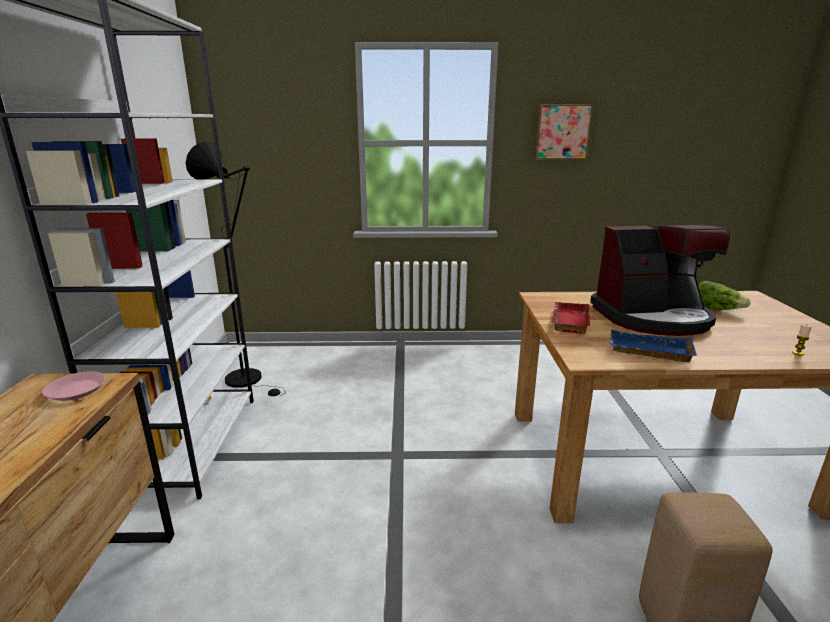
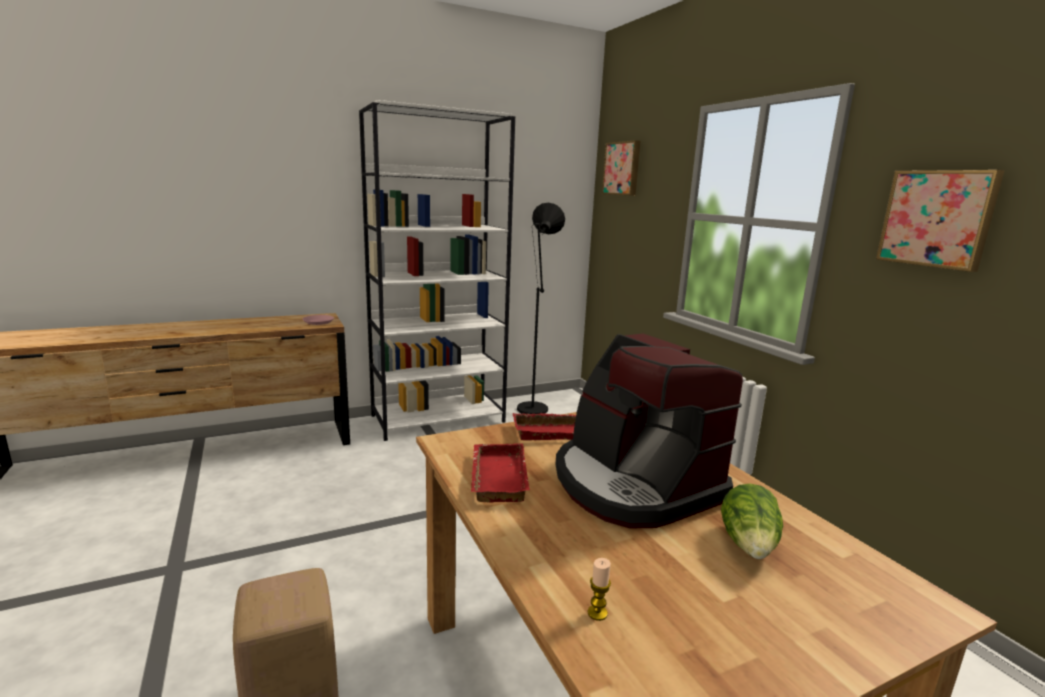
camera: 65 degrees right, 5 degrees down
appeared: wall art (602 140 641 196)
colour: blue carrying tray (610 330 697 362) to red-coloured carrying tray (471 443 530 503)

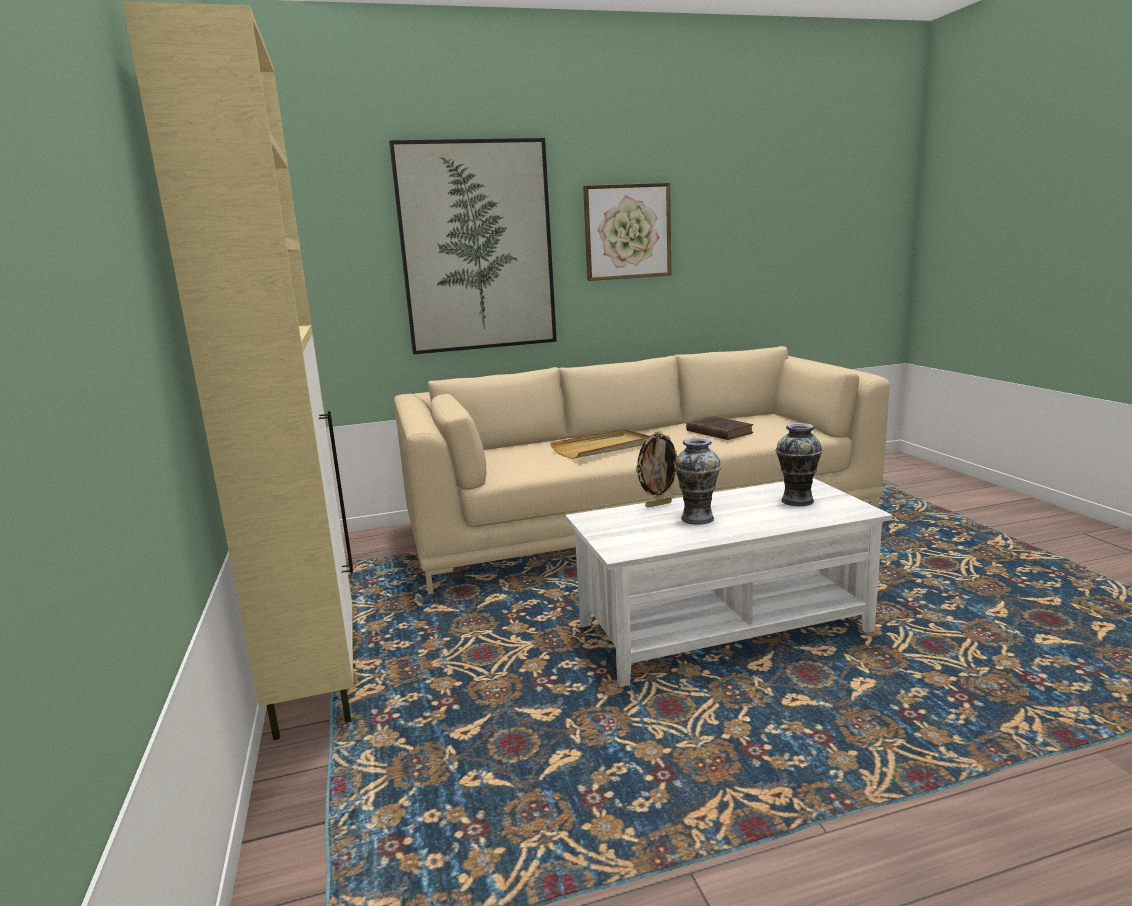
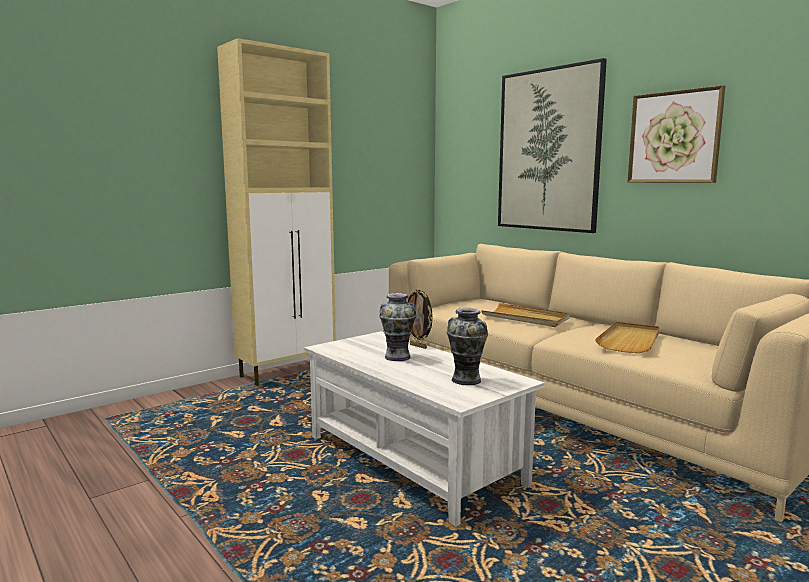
camera: 65 degrees right, 5 degrees down
exchanged: brown-coloured volume (686 416 753 440) to beige-coloured carrying tray (595 322 659 353)

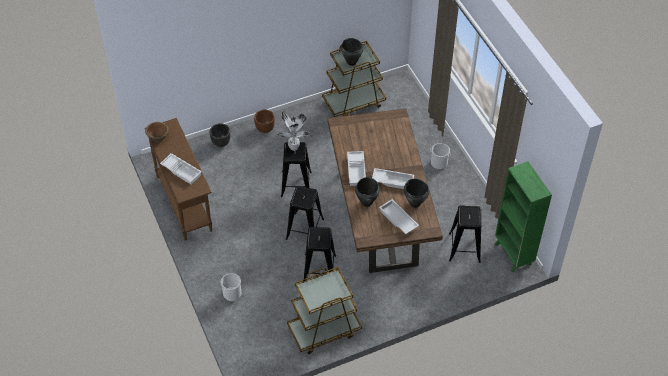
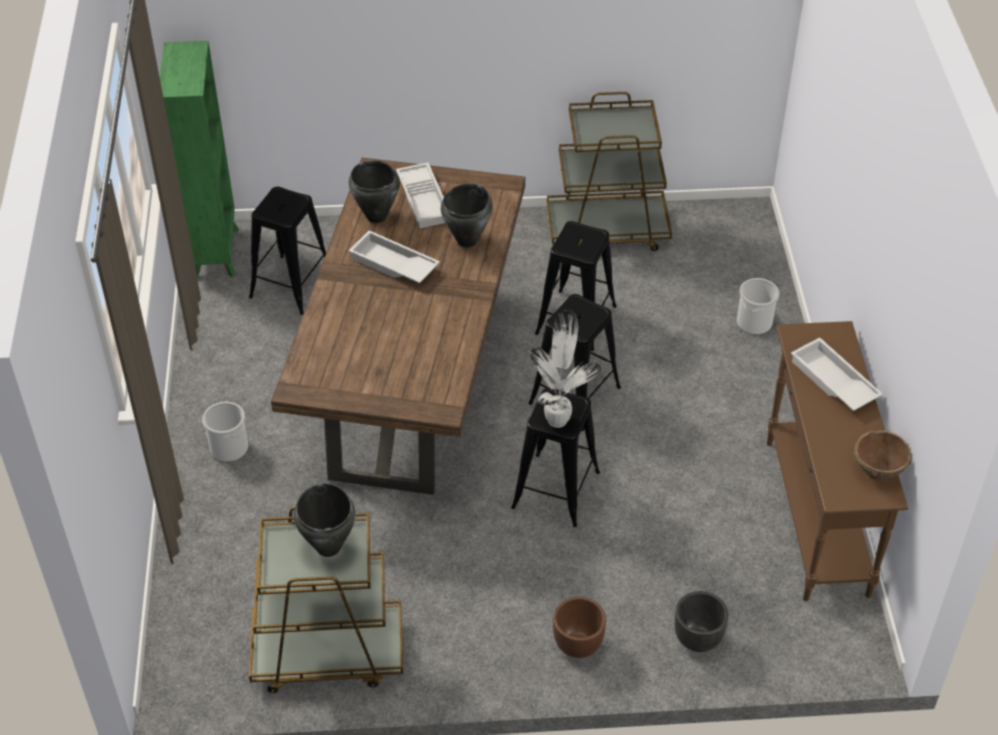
camera: 160 degrees left, 5 degrees down
missing: whitish carrying tray (347 151 366 186)

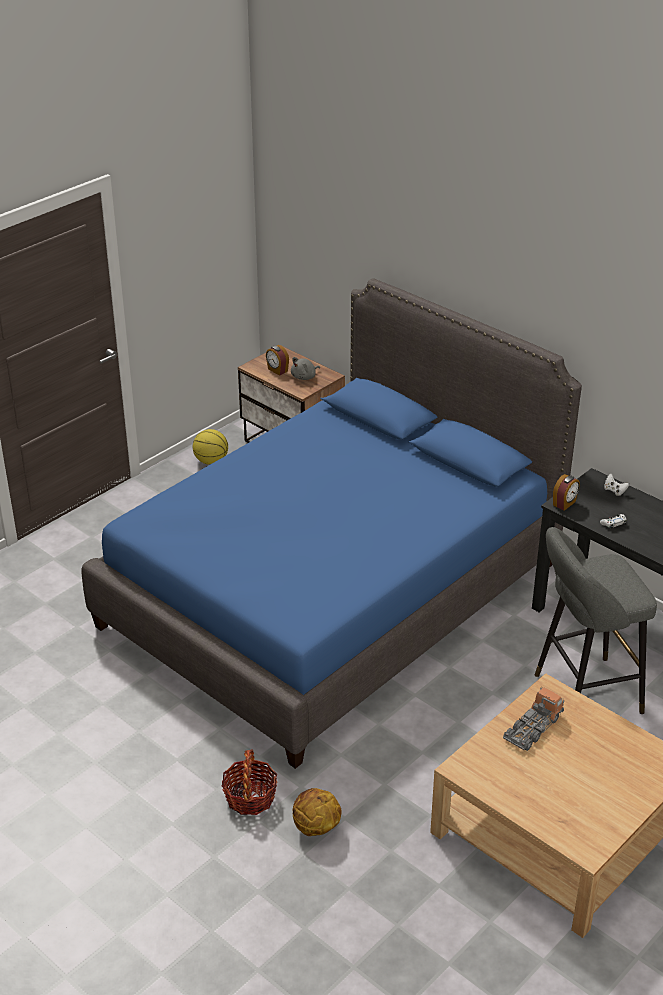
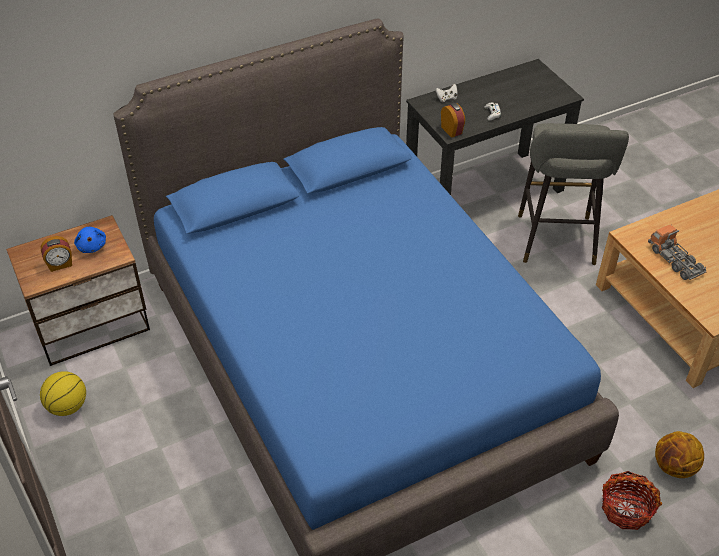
camera: 70 degrees left, 10 degrees up
colour: grey plush toy (291 357 320 380) to blue plush toy (74 227 106 253)

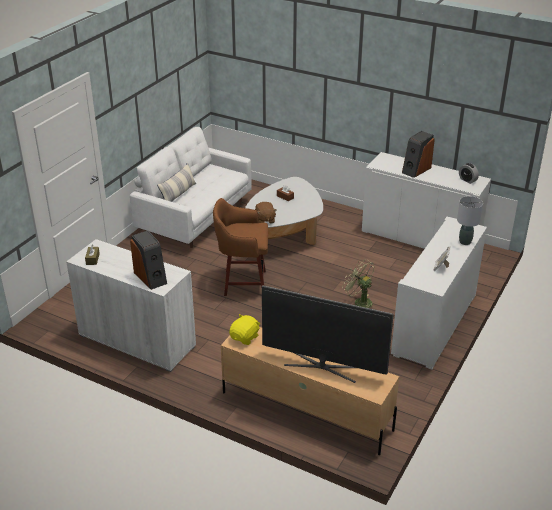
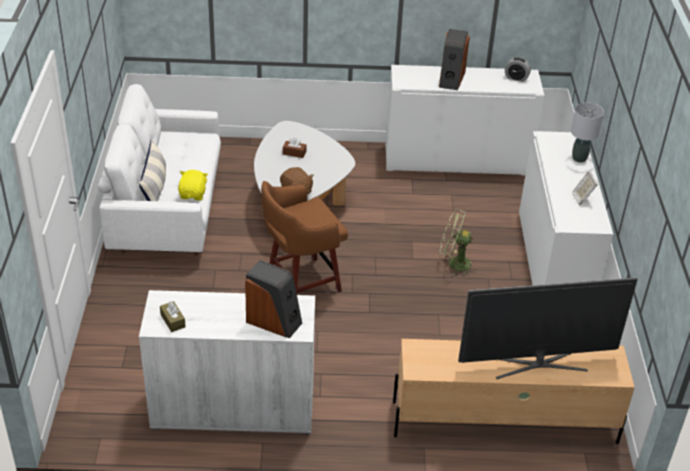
camera: 30 degrees left, 5 degrees up
relocated: yellow-coloured plush toy (229 314 260 345) to (178 170 208 200)

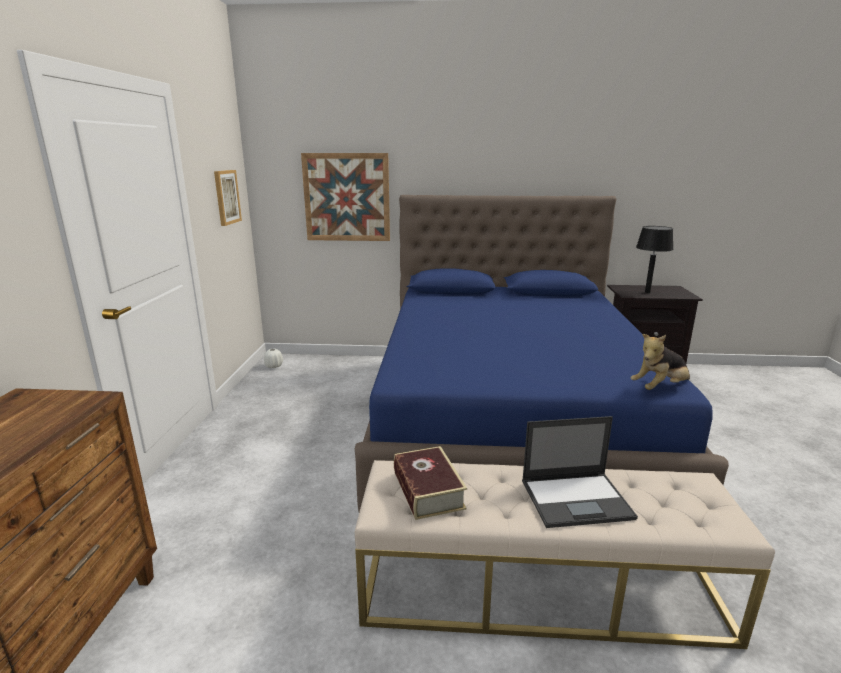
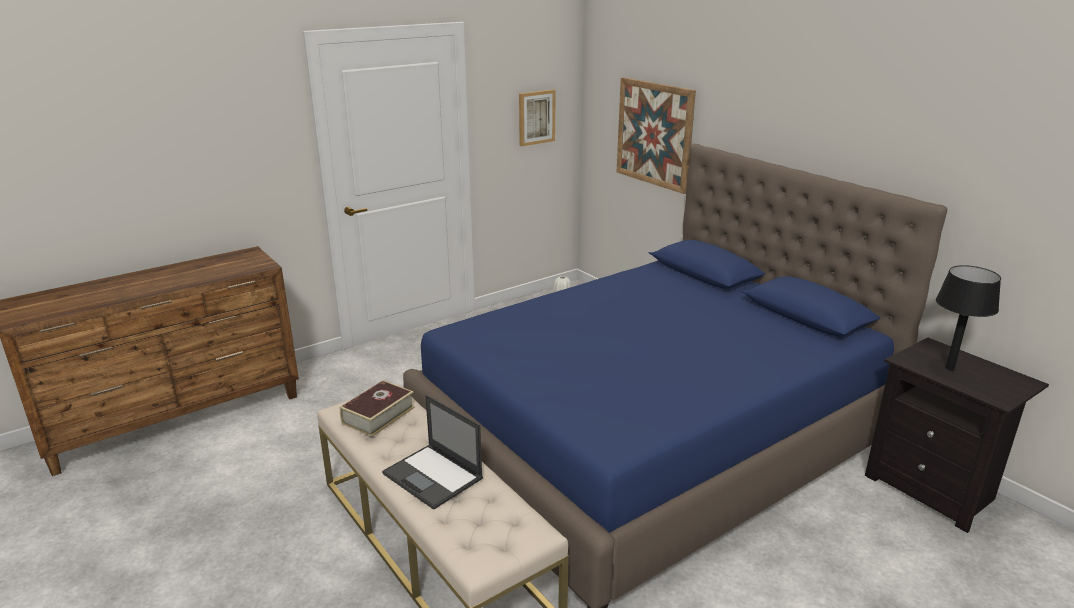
camera: 50 degrees right, 5 degrees up
missing: plush toy (630 334 690 390)

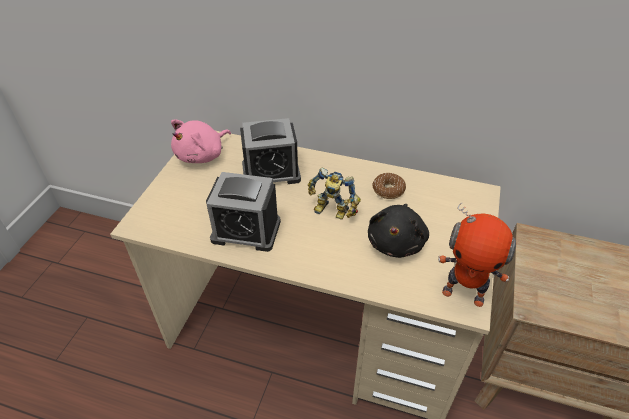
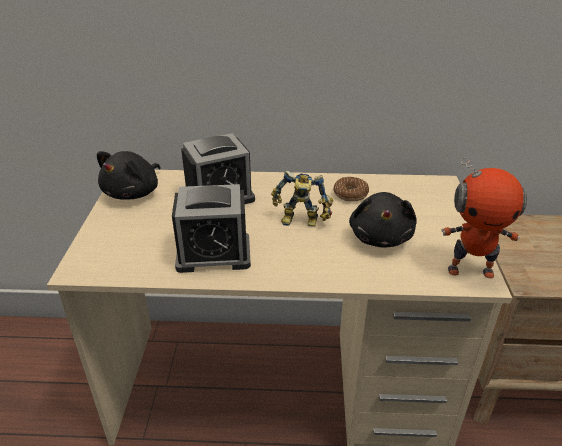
camera: 15 degrees left, 10 degrees down
colour: pinkish plush toy (171 120 231 163) to blackish plush toy (97 151 161 200)

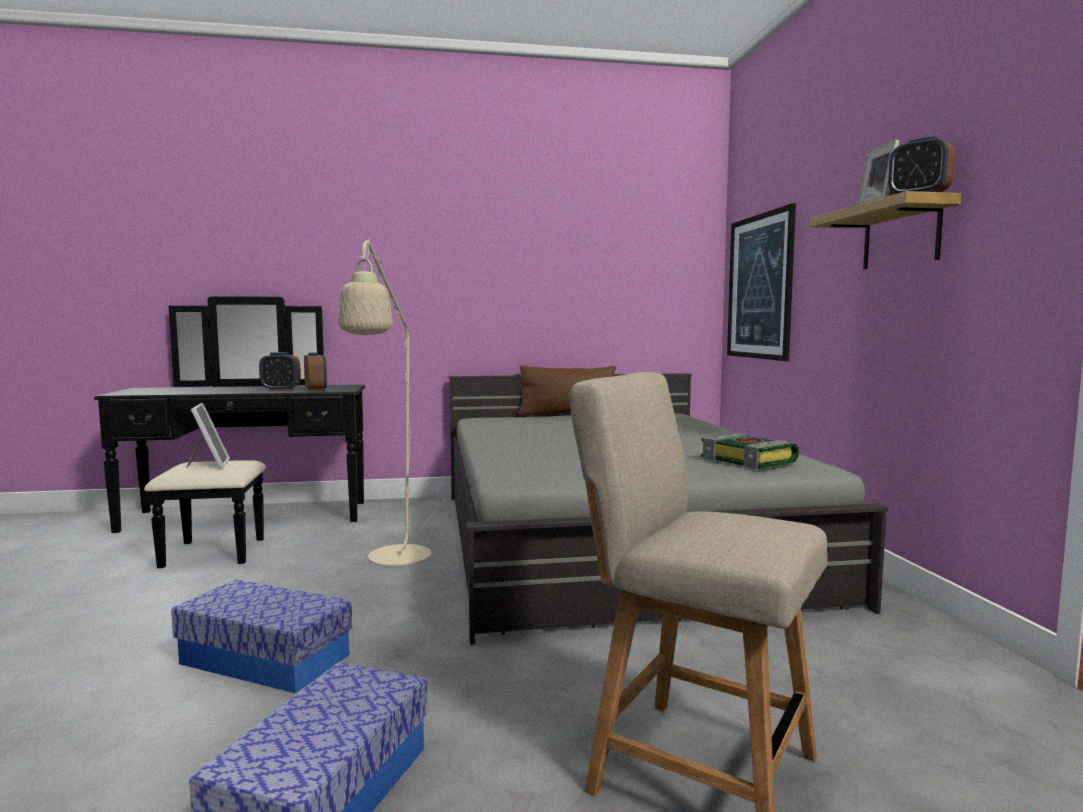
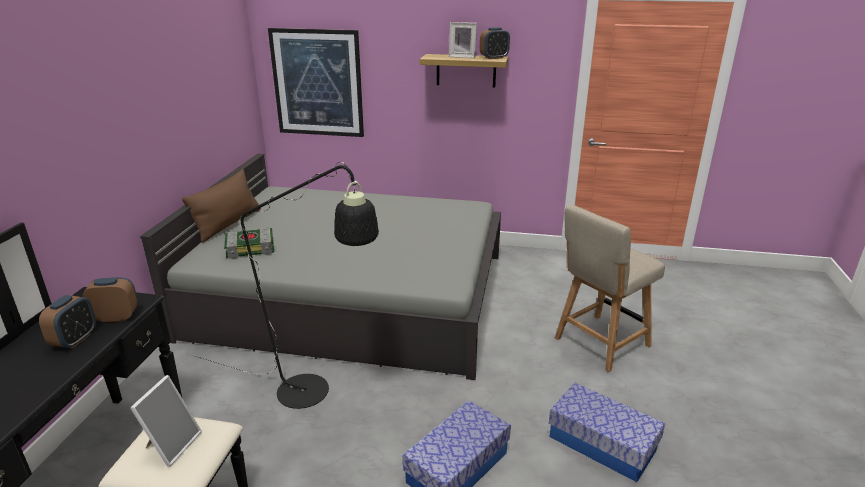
camera: 70 degrees left, 20 degrees up
relocated: volume (701 433 799 470) to (224 228 274 259)
colour: beige-coloured floor lamp (338 238 437 566) to blackish floor lamp (193 162 379 409)
spun: standing frame (186 403 230 469) = (130 375 202 467) 105 degrees clockwise

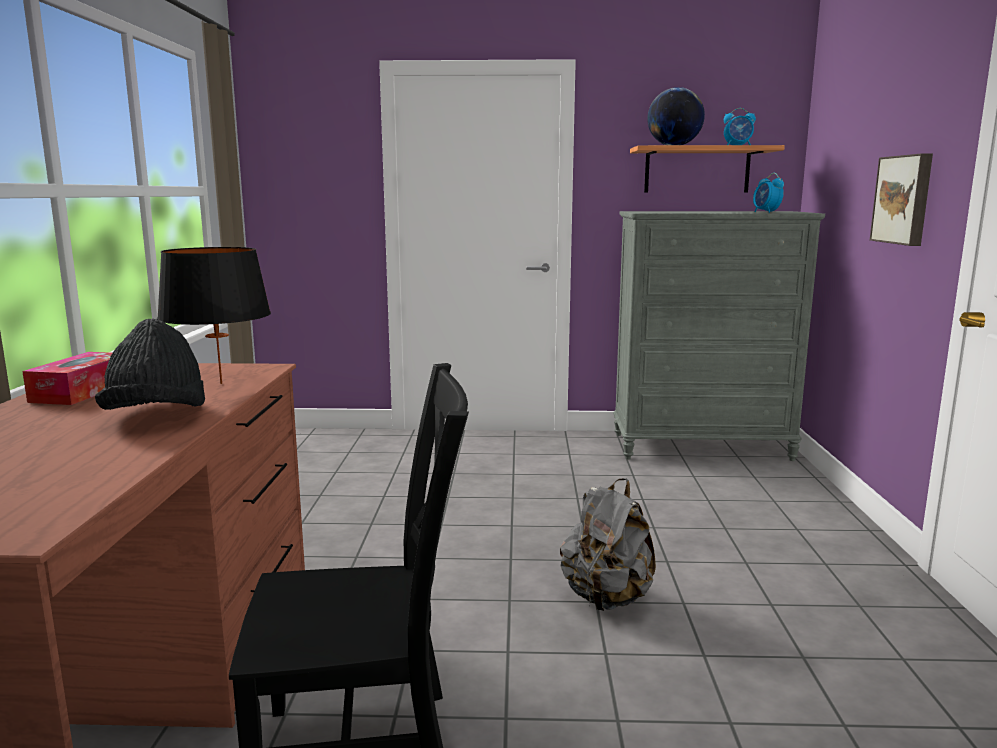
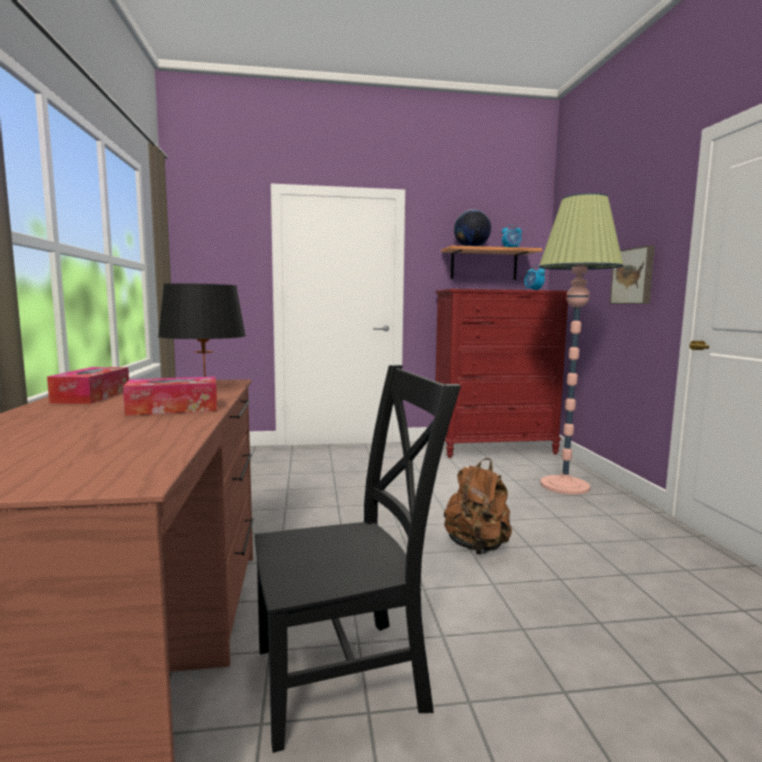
camera: 10 degrees left, 5 degrees down
appeared: floor lamp (539 193 624 494)
exchanged: blackish clothing hat (95 318 205 410) to box of tissues (123 377 217 416)
colour: grey drawer chest (613 211 825 461) to red-coloured drawer chest (434 289 568 458); grey backpack (560 478 656 611) to brown-coloured backpack (444 458 512 555)

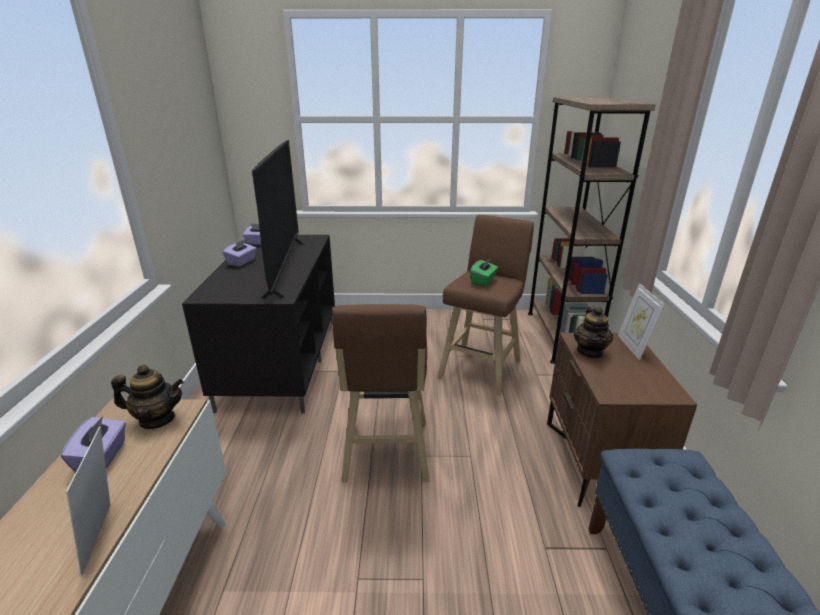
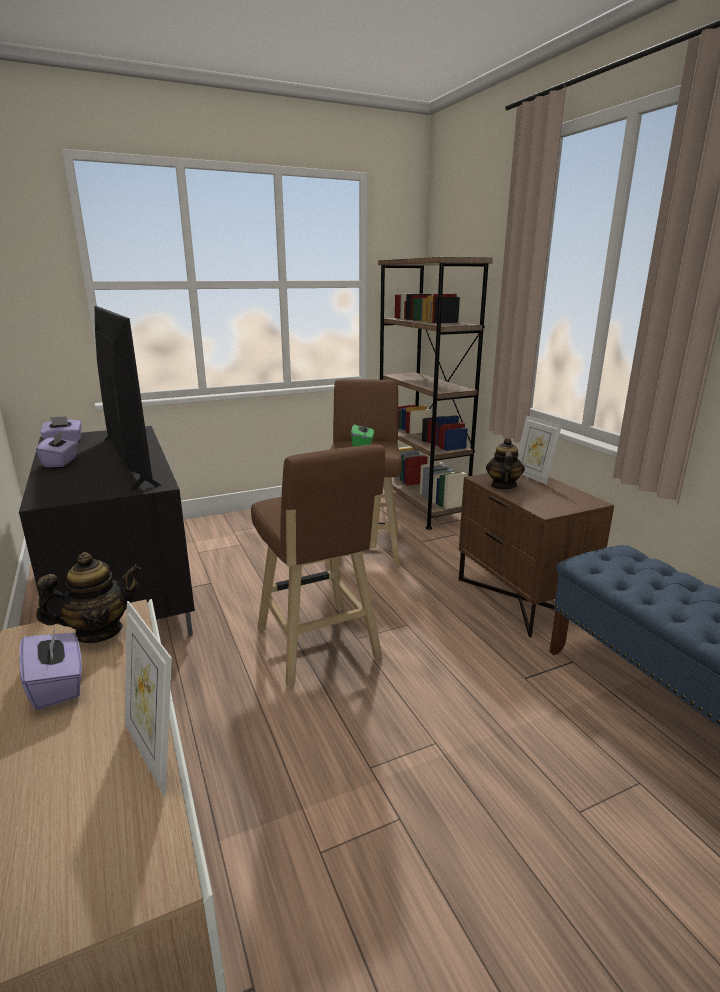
camera: 25 degrees left, 5 degrees down
spun: teapot (574 306 613 358) = (486 438 525 489) 150 degrees counterclockwise

